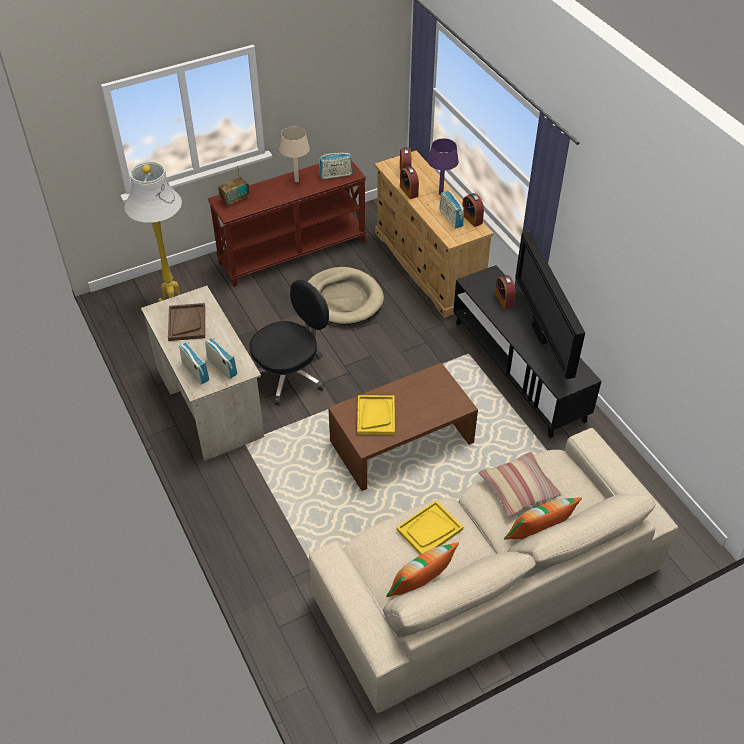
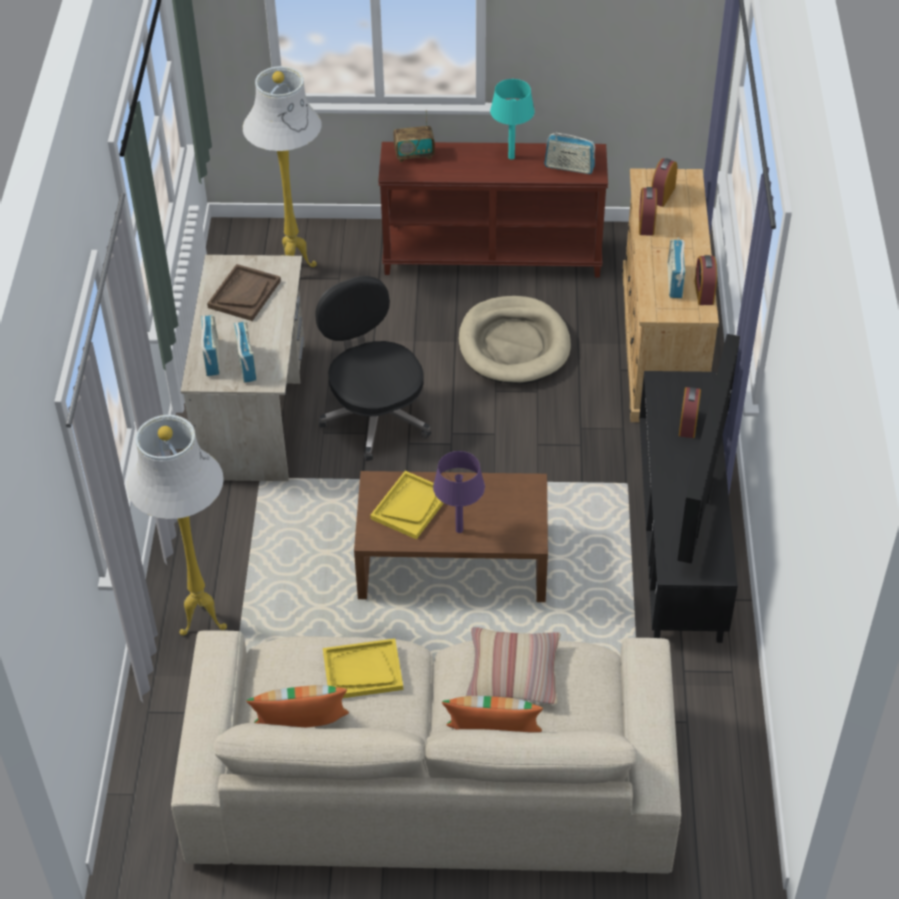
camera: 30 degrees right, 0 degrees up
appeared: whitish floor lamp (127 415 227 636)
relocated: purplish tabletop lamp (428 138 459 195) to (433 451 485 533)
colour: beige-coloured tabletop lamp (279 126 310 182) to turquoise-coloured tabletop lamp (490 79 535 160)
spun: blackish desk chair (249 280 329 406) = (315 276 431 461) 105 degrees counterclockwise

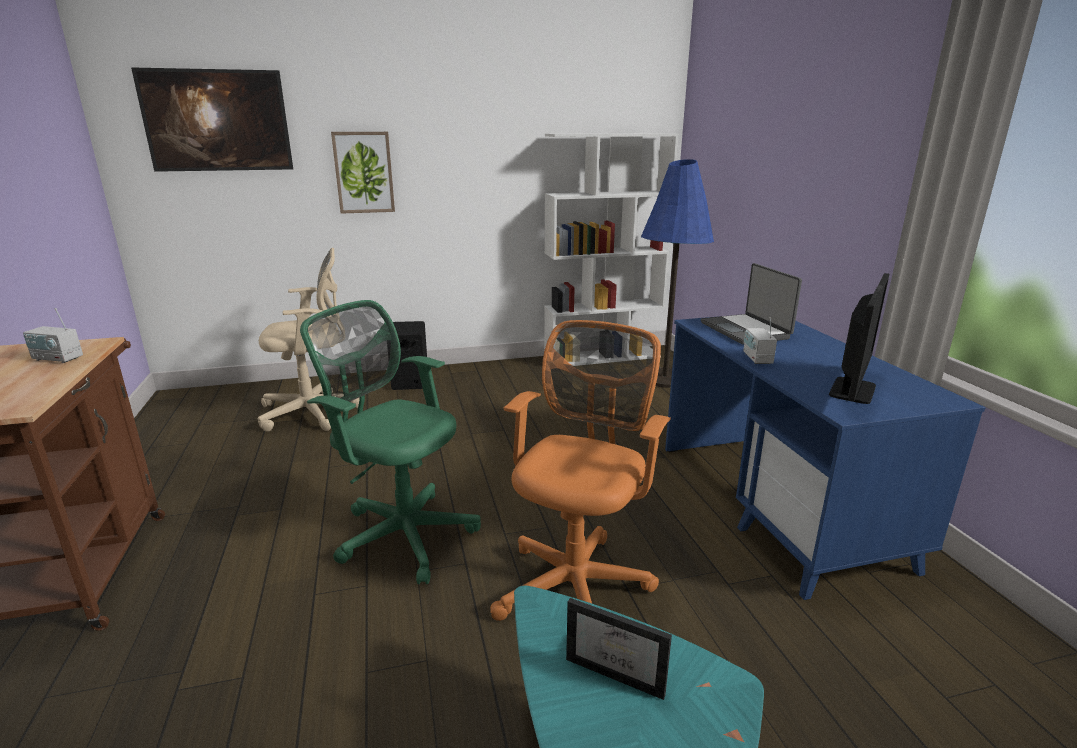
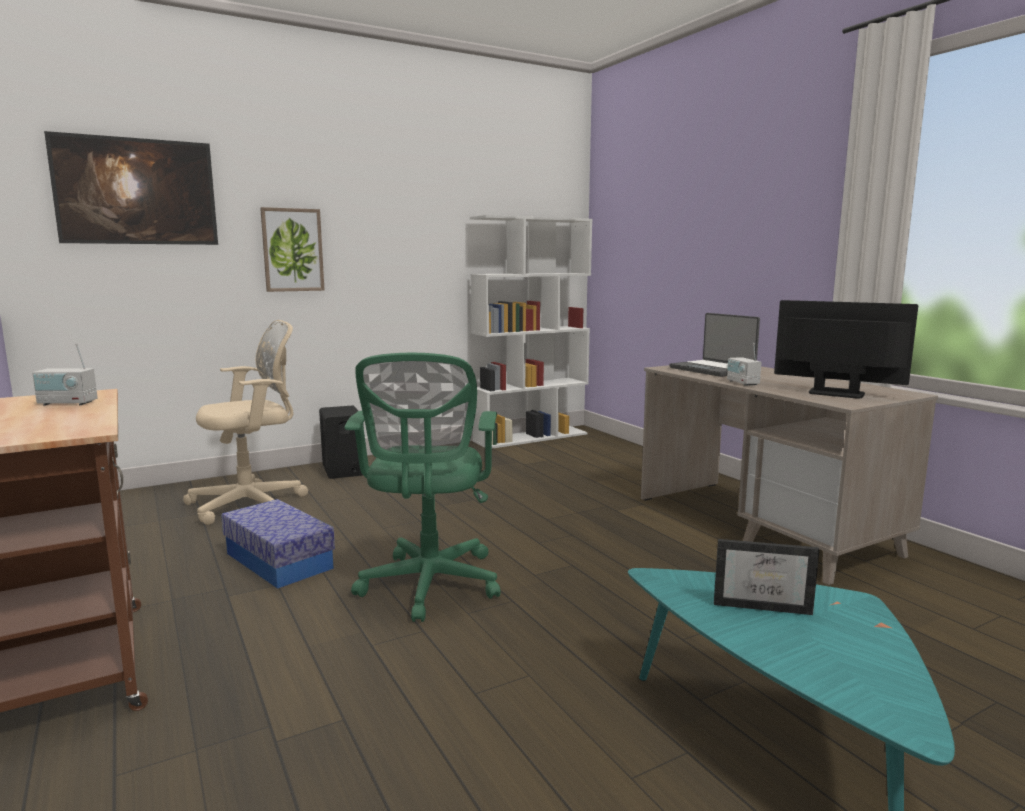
camera: 15 degrees left, 10 degrees down
missing: orange desk chair (490 320 671 621); blue floor lamp (641 159 714 388)
appeared: storage bin (221 499 335 589)
colour: blue desk (665 316 986 600) to beige-coloured desk (641 365 938 585)
spun: green-coloured desk chair (300 300 481 584) = (344 353 501 622) 105 degrees counterclockwise; computer screen (829 273 889 404) = (774 300 918 399) 75 degrees counterclockwise

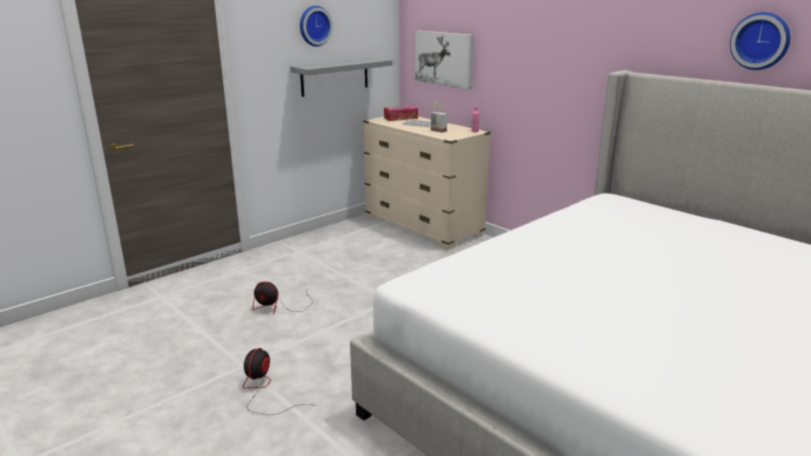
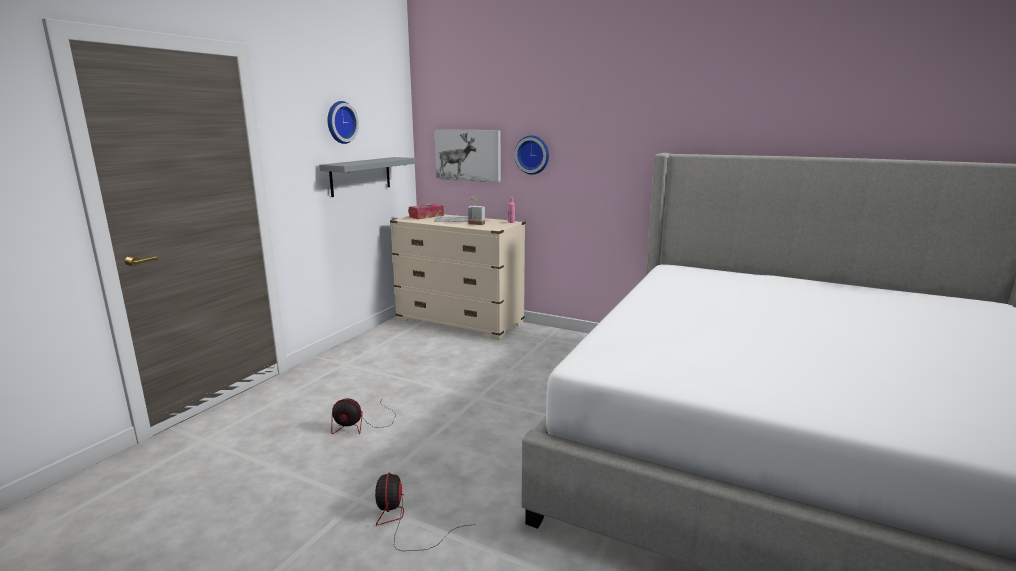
camera: 20 degrees left, 5 degrees down
relocated: wall clock (730 12 791 70) to (514 135 549 175)

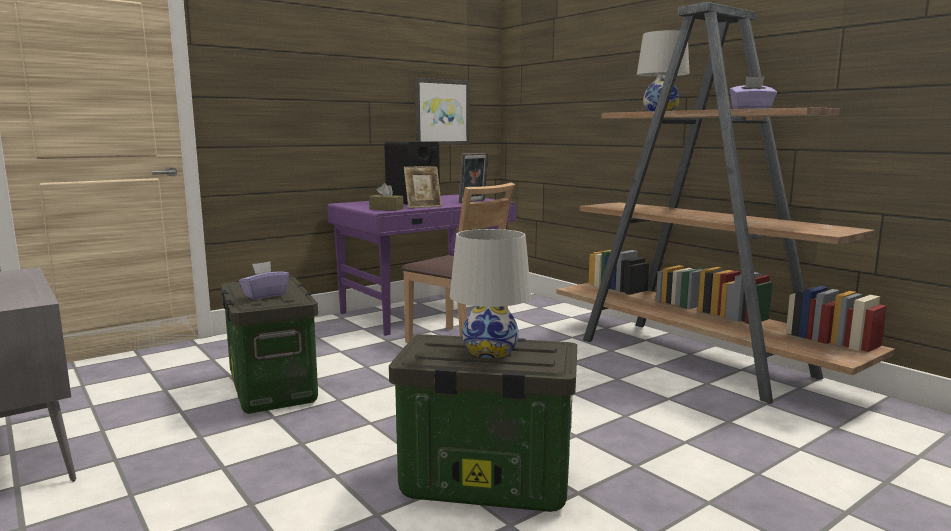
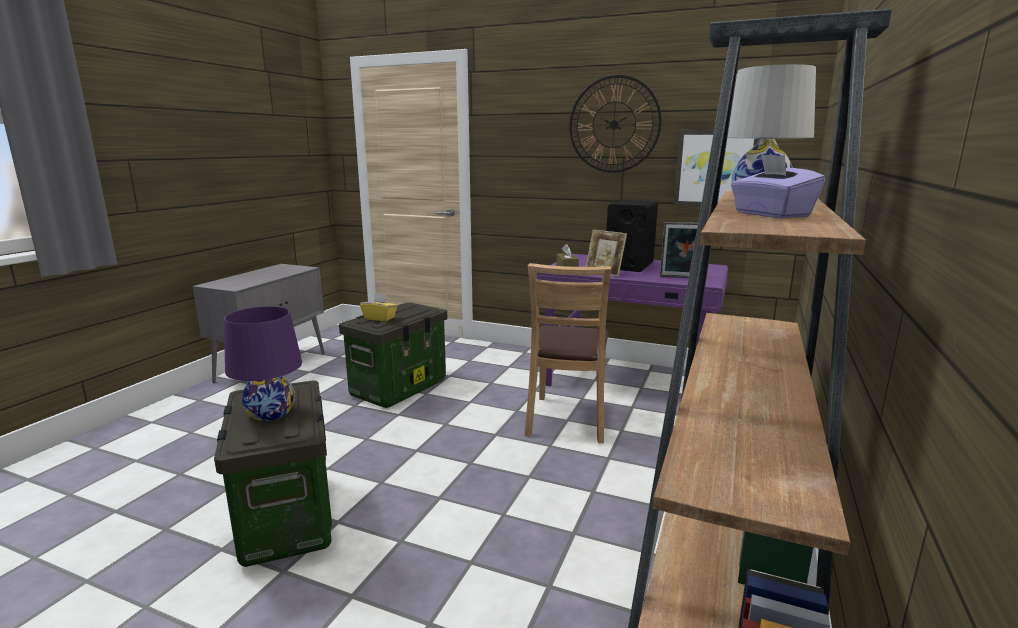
camera: 60 degrees right, 5 degrees up
appeared: wall clock (569 75 662 173)
colour: whitish tabletop lamp (450 229 531 358) to purplish tabletop lamp (224 306 302 421); purplish box of tissues (239 261 289 300) to yellow-coloured box of tissues (360 293 397 321)

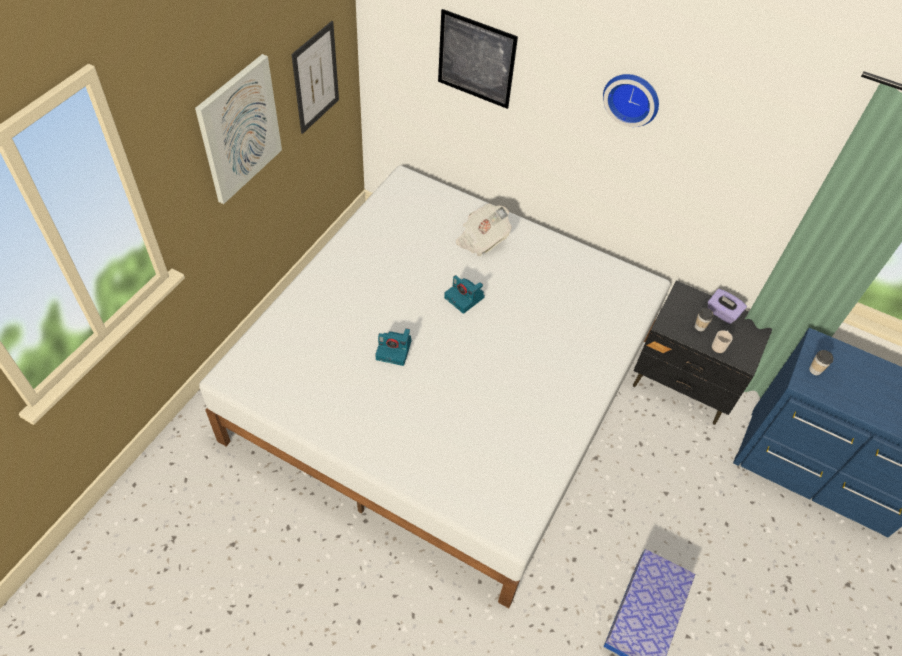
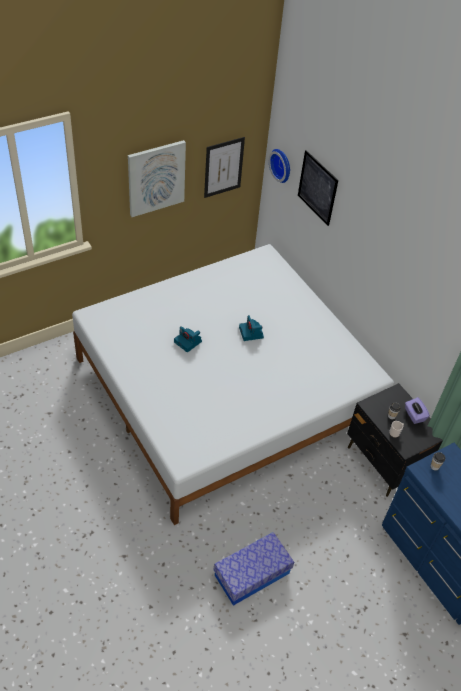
camera: 30 degrees right, 5 degrees down
missing: printed paper (456 203 511 256)
relocated: wall clock (603 74 659 127) to (269 149 290 183)

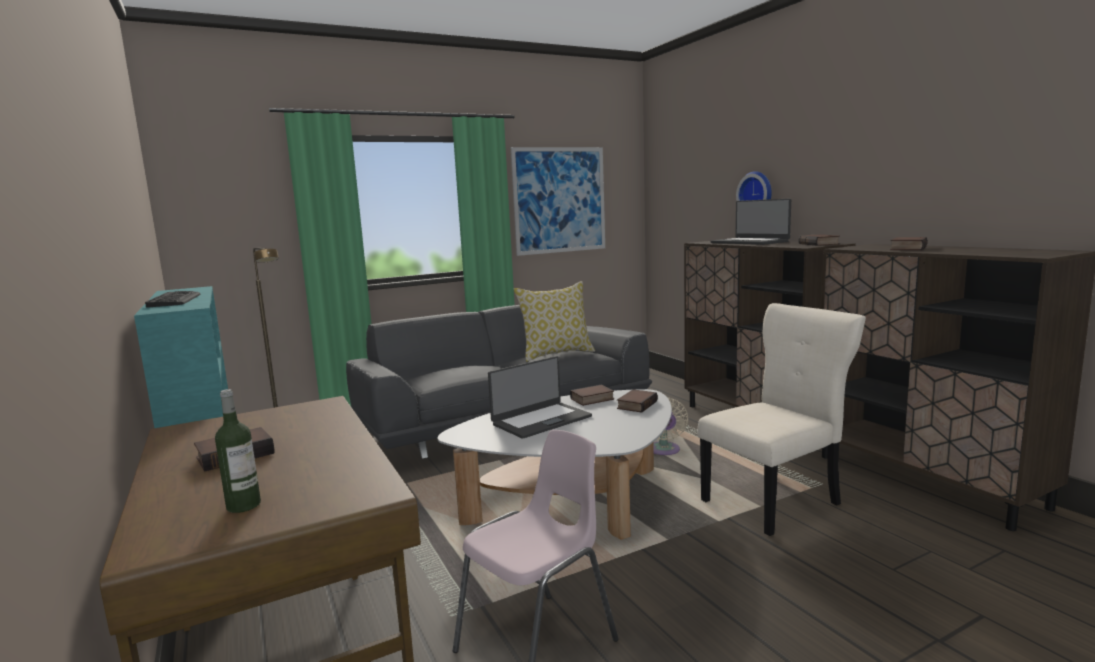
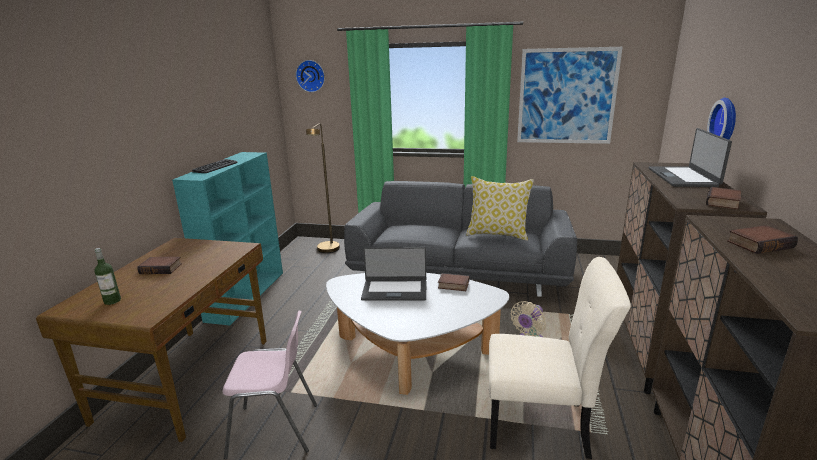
camera: 40 degrees right, 10 degrees up
missing: volume (617 389 658 413)
appeared: wall clock (296 60 325 92)

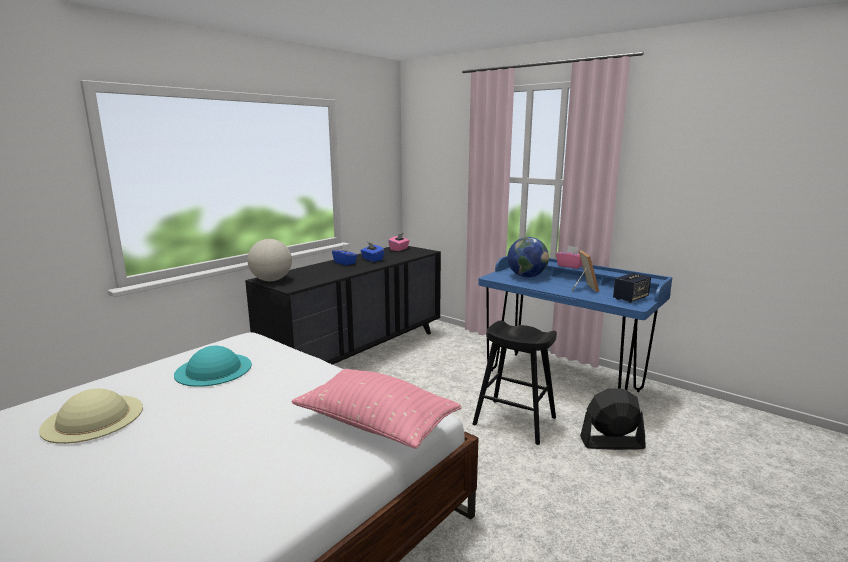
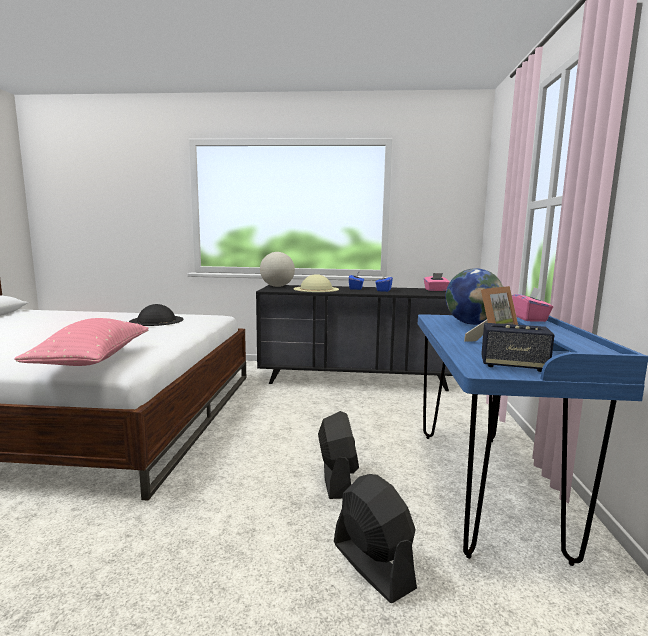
camera: 55 degrees right, 5 degrees down
relocated: beige-coloured clothing hat (39 389 143 444) to (294 274 339 292)
exchanged: blackish stool seat (473 321 557 445) to blackish fan (318 411 359 499)
colour: turquoise-coloured clothing hat (174 346 252 387) to blackish clothing hat (129 304 184 326)

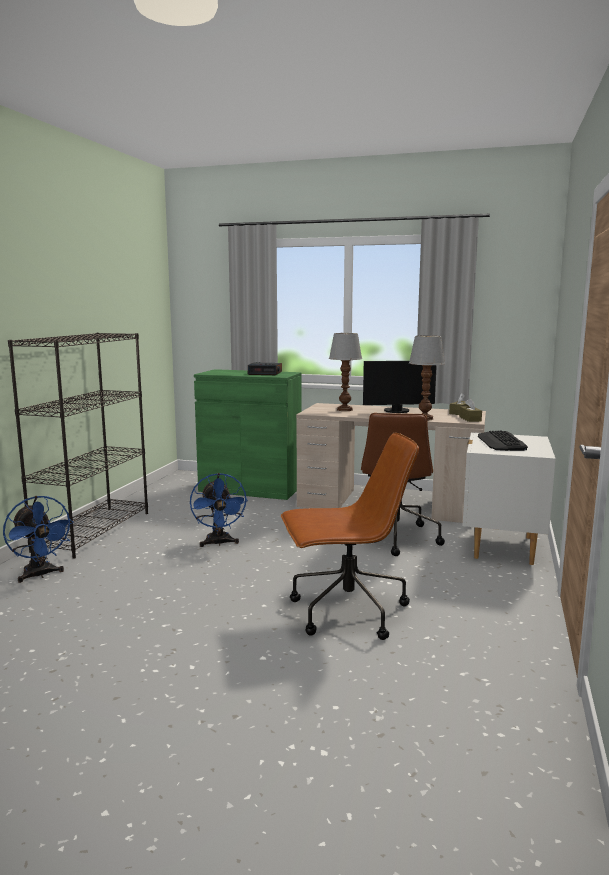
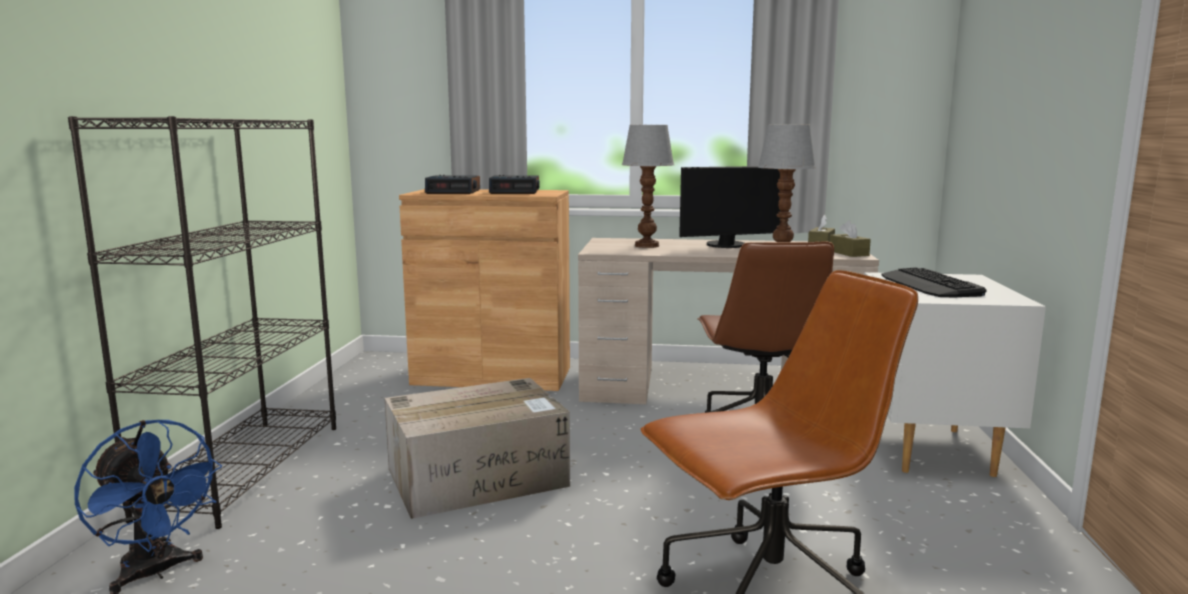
camera: 10 degrees left, 0 degrees up
appeared: alarm clock (425 175 480 194)
exchanged: blue fan (190 473 248 547) to cardboard box (385 378 570 519)
colour: green-coloured cupboard (194 369 302 500) to brown-coloured cupboard (399 189 570 391)

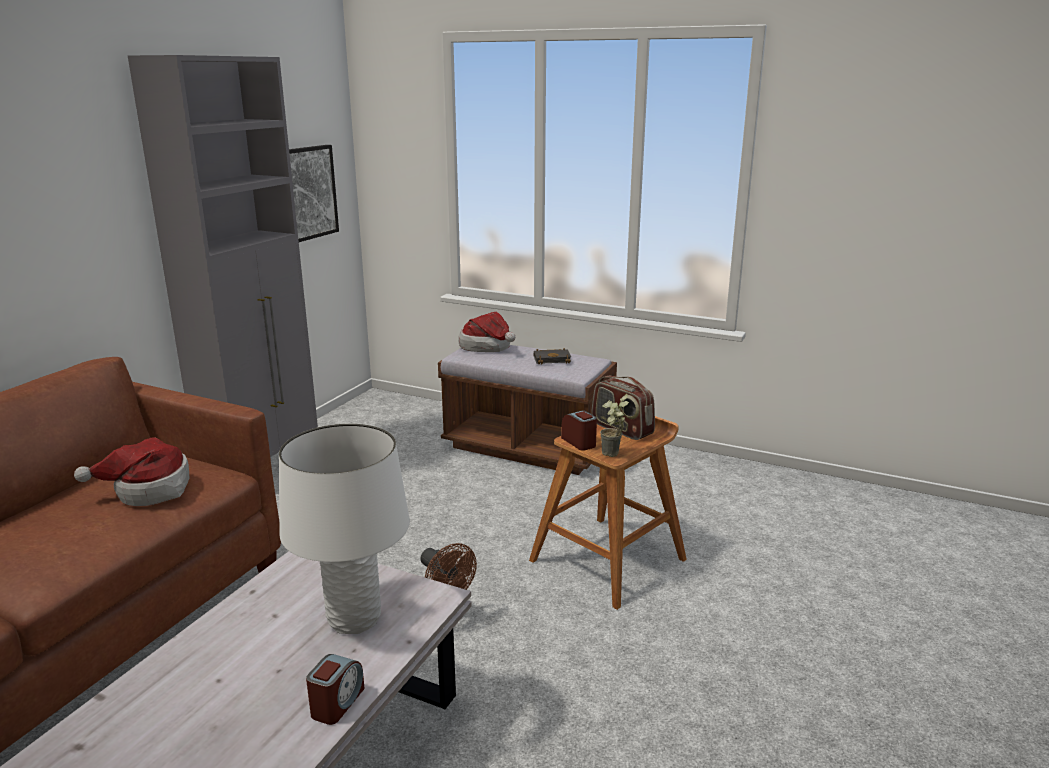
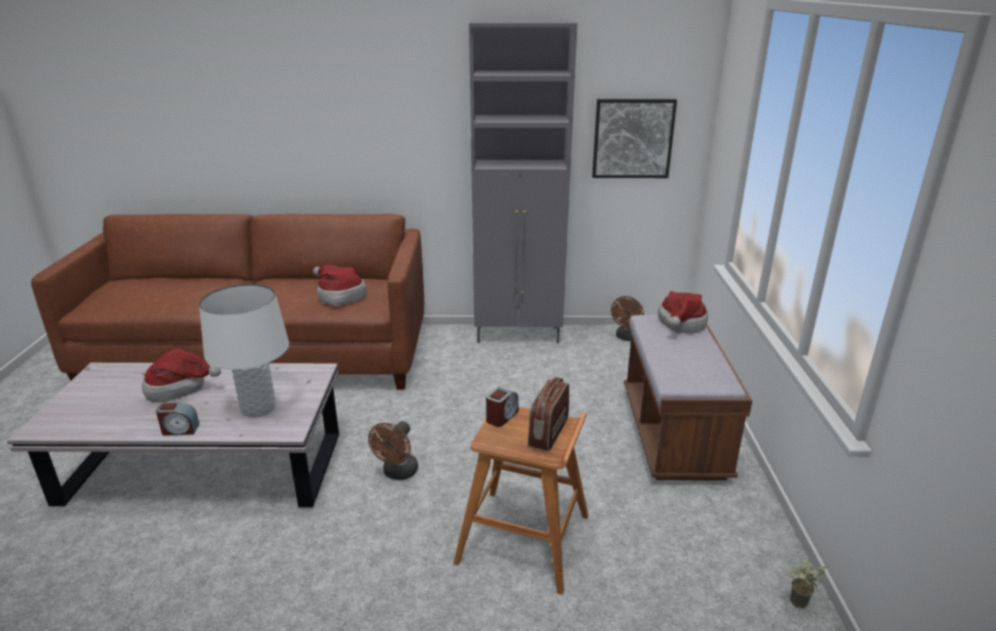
camera: 65 degrees right, 5 degrees up
missing: blackish volume (534 348 571 364)
appeared: clothing hat (142 348 221 403); brown-coloured fan (611 296 644 341)
relocated: potted plant (600 394 629 457) to (788 559 829 608)

